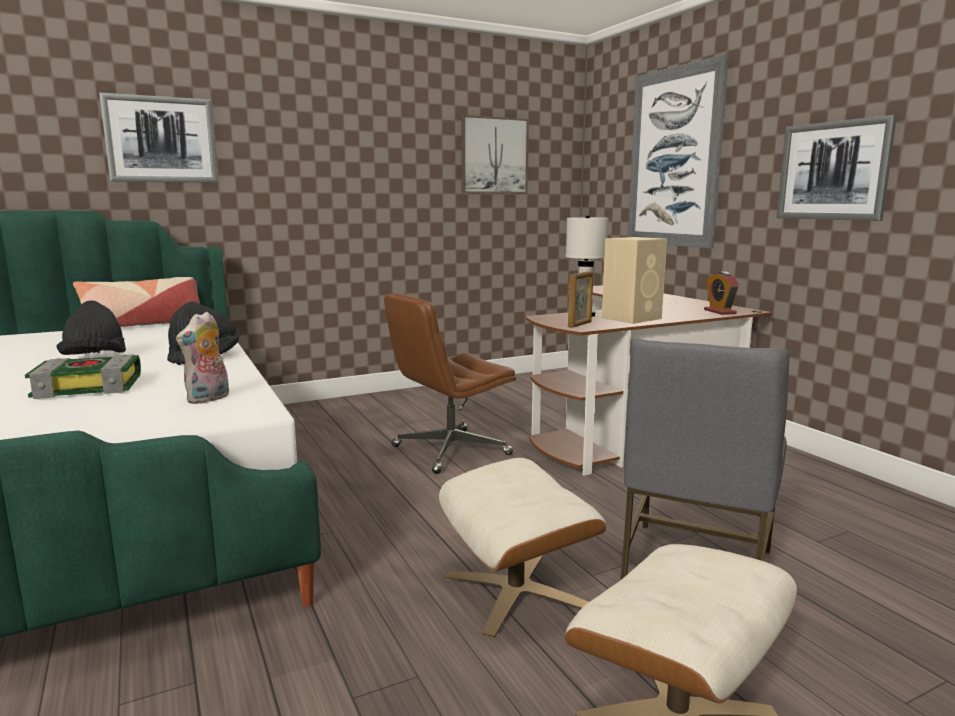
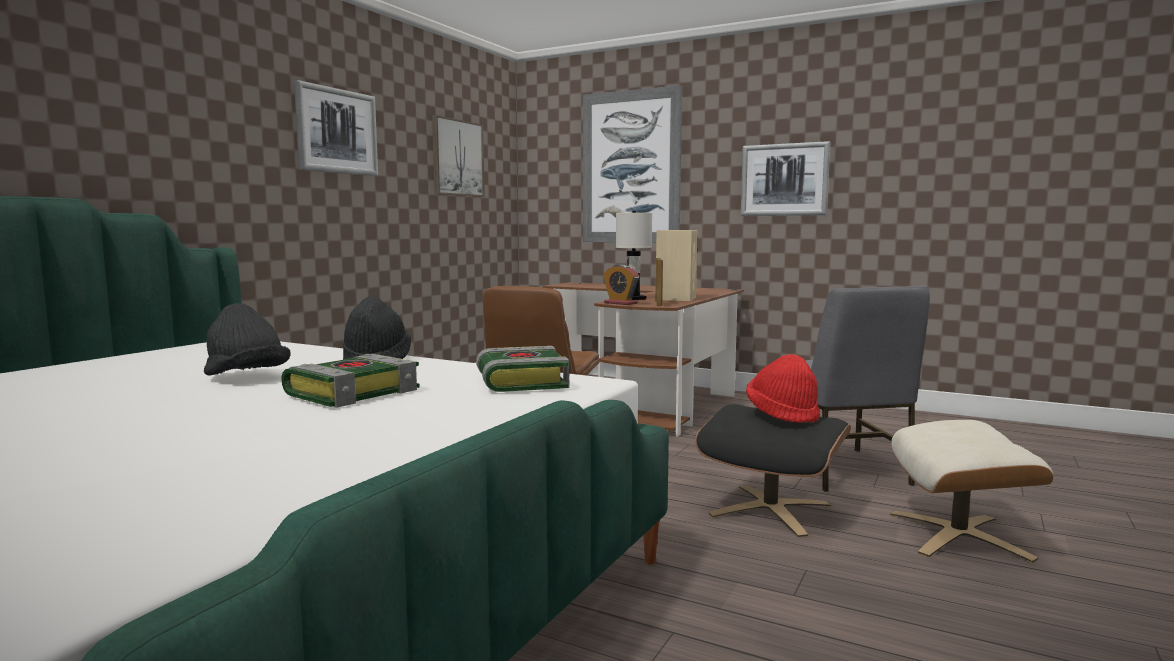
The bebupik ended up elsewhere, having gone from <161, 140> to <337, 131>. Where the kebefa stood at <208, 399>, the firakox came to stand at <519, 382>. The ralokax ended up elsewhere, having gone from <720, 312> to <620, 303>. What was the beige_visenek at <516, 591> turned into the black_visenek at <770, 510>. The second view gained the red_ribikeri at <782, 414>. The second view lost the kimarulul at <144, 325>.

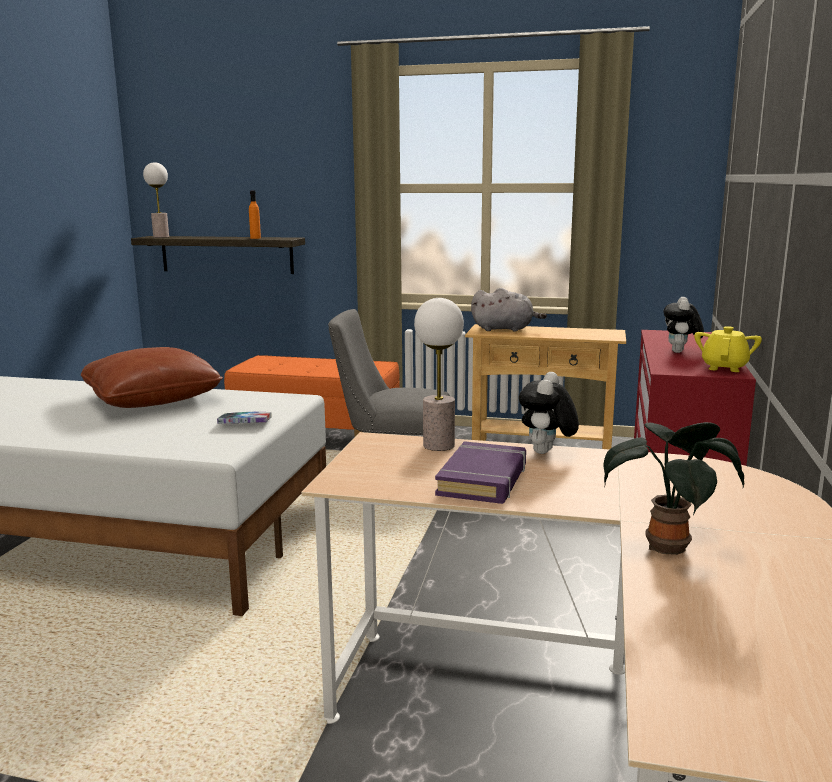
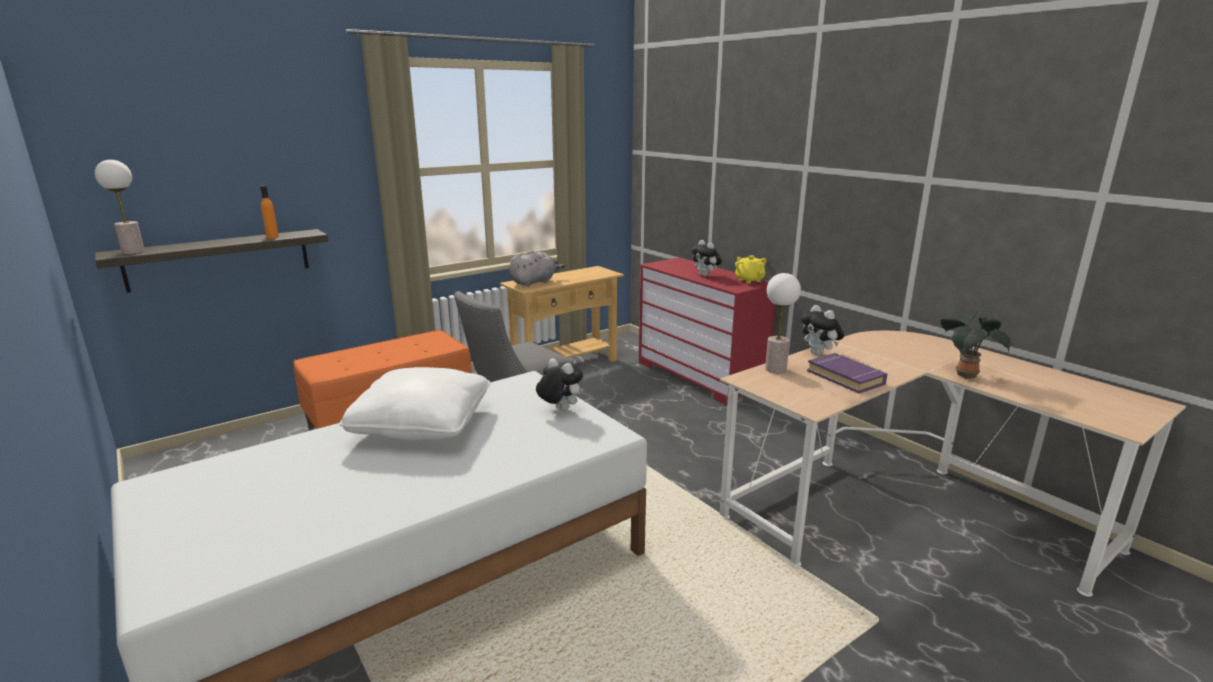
What was the brown_kimarulul at <152, 399> turned into the white_kimarulul at <422, 424>. Where the firakox stood at <245, 423>, the kebefa came to stand at <559, 409>.

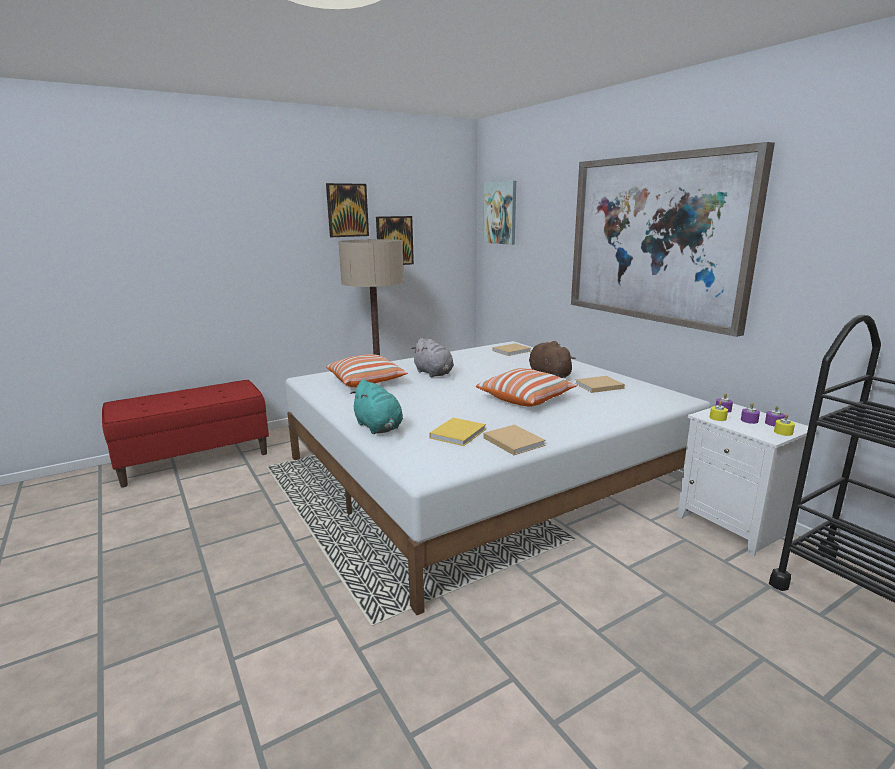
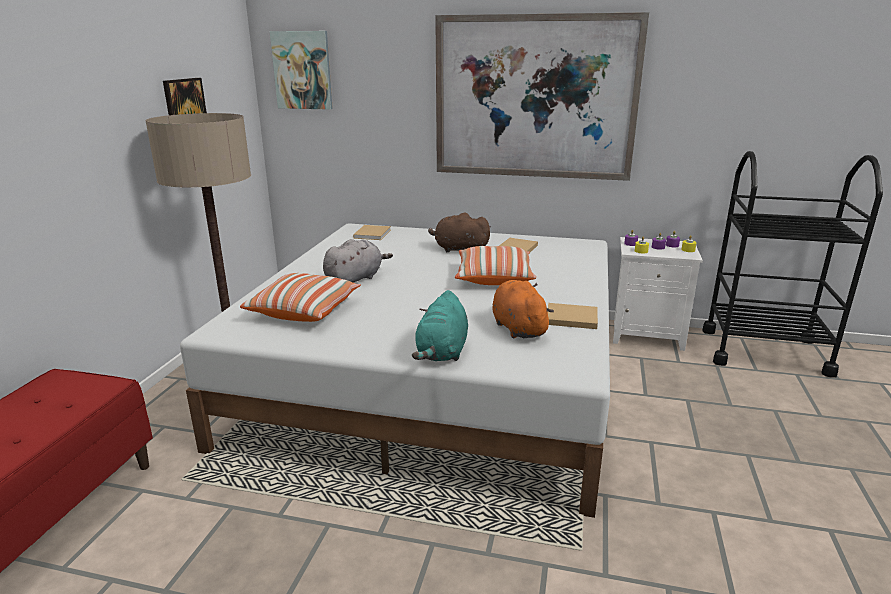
The grey_kebefa at <434, 373> ended up facing another way, 60 degrees counterclockwise from before. The turquoise_kebefa at <379, 428> ended up facing another way, 90 degrees clockwise from before. Where the yellow_firakox stood at <458, 433>, the orange_kebefa came to stand at <518, 328>. The second view lost the bebupik at <347, 210>.

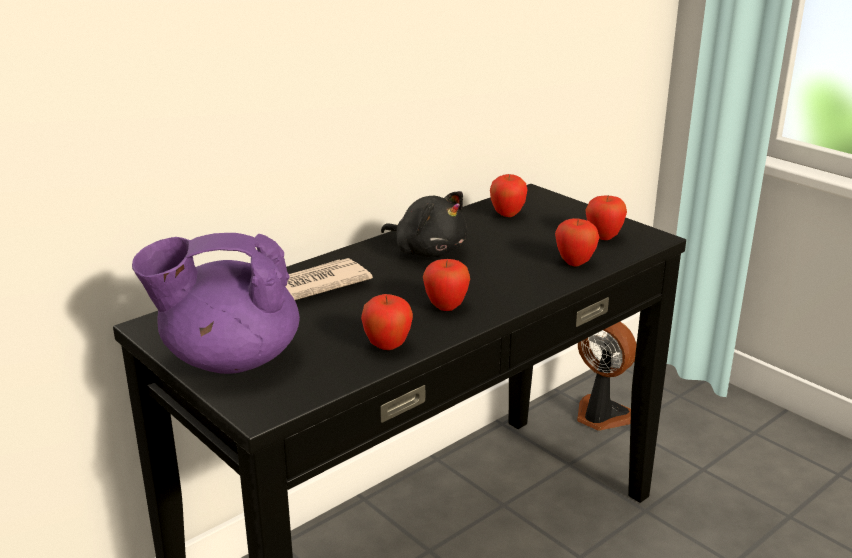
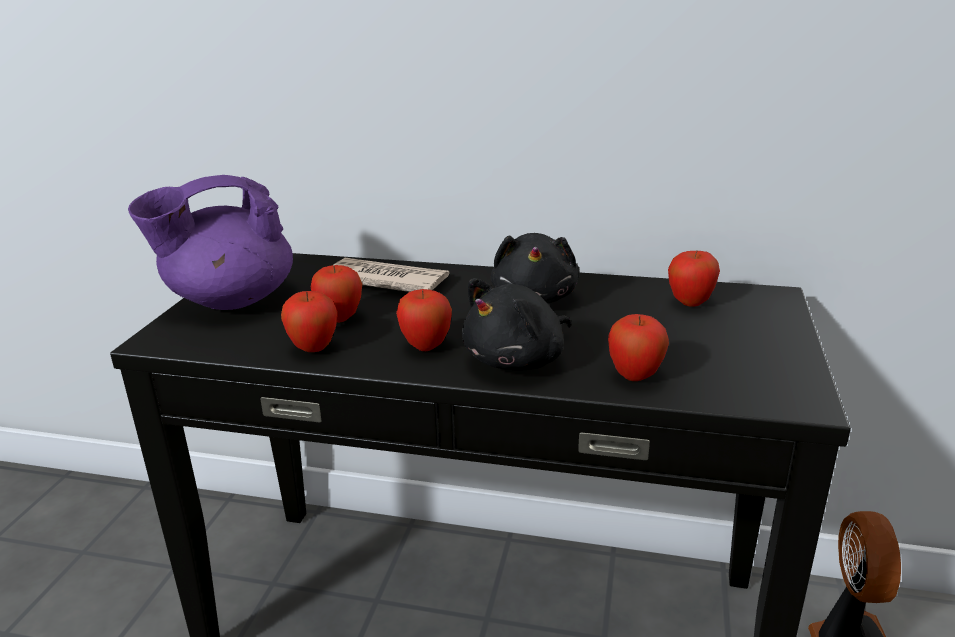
The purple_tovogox at <229, 359> ended up facing another way, 75 degrees counterclockwise from before. The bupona ended up elsewhere, having gone from <603, 237> to <340, 318>. The second view gained the black_kebefa at <518, 360>.

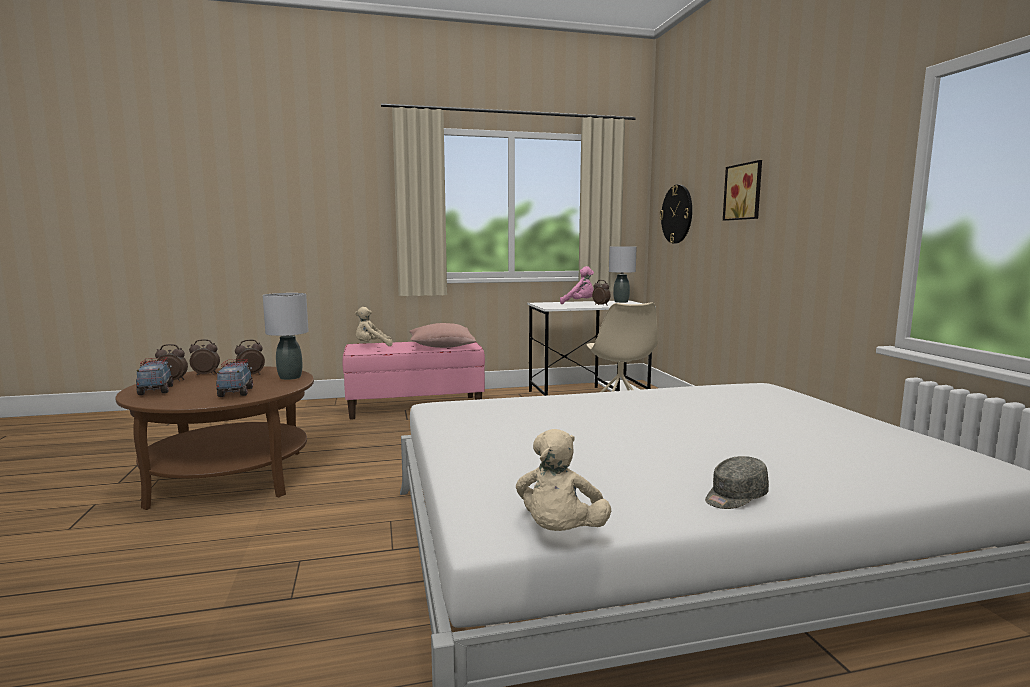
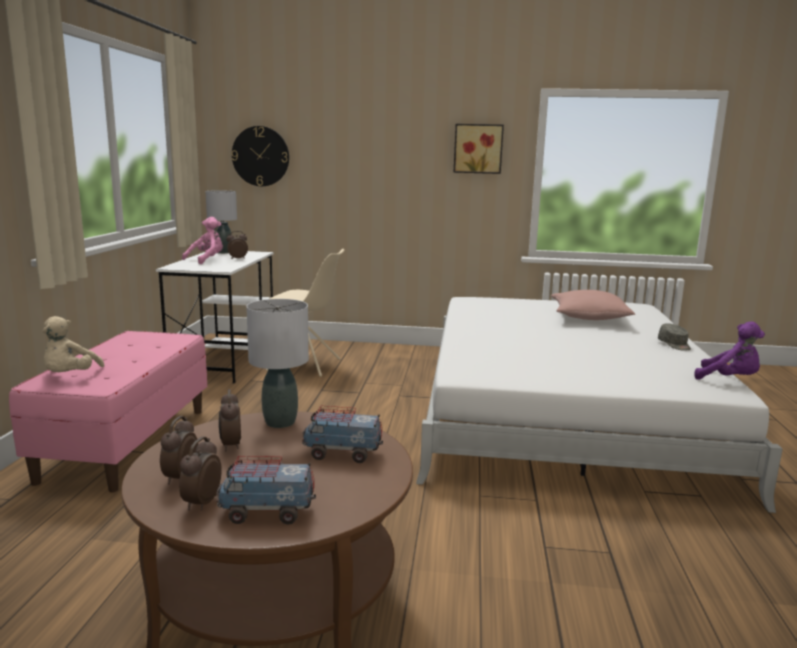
The bebupik ended up elsewhere, having gone from <745, 192> to <478, 148>. The pink_kimarulul ended up elsewhere, having gone from <441, 346> to <589, 318>. What was the beige_kebefa at <560, 533> turned into the purple_kebefa at <729, 379>.

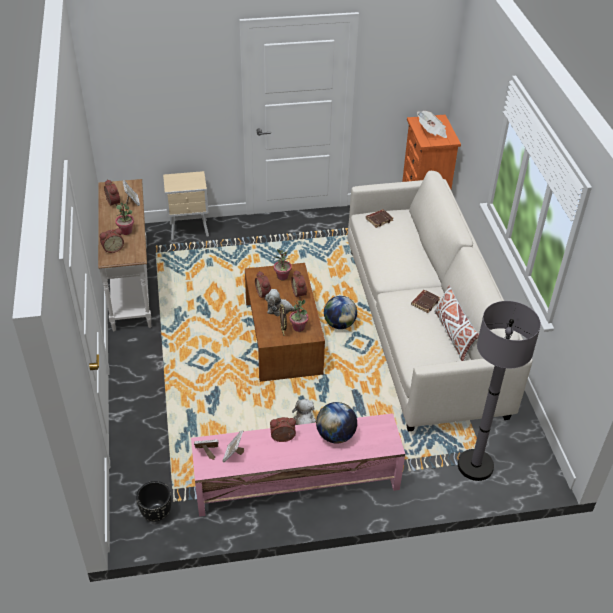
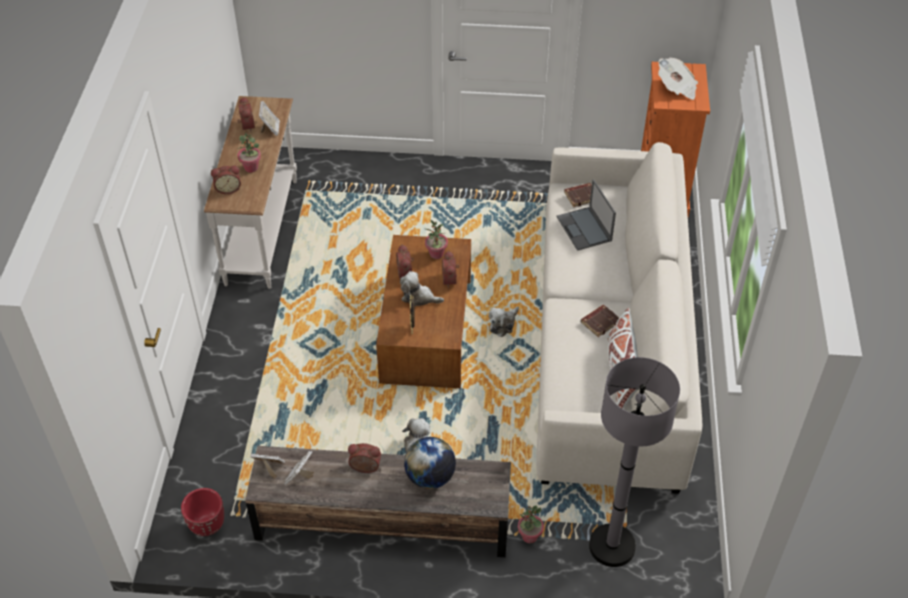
What was the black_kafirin at <156, 513> turned into the red_kafirin at <207, 525>. What was the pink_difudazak at <295, 481> turned into the brown_difudazak at <381, 520>. Where the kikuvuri stood at <339, 324>, the kebefa came to stand at <503, 325>. The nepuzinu ended up elsewhere, having gone from <298, 327> to <529, 536>. The second view gained the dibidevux at <584, 229>. The second view lost the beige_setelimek at <190, 230>.

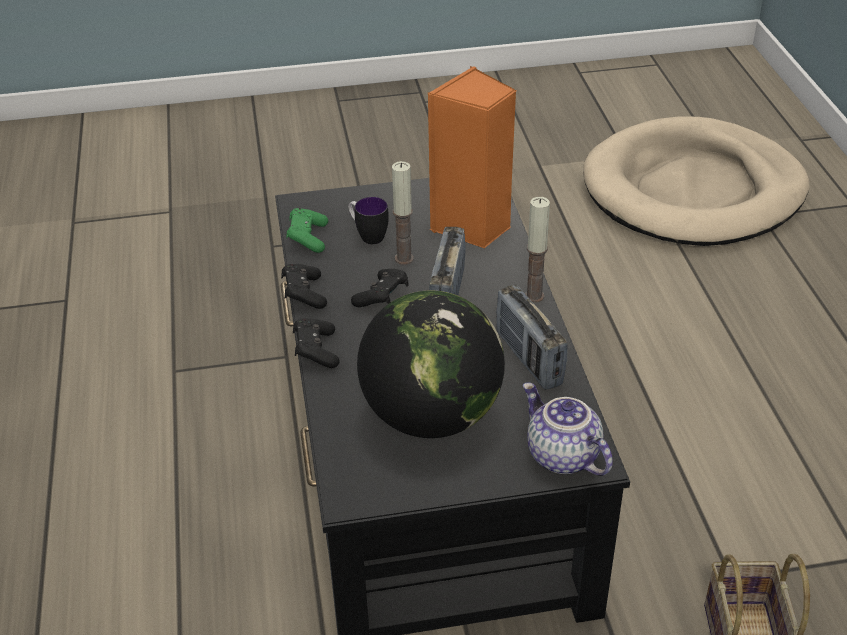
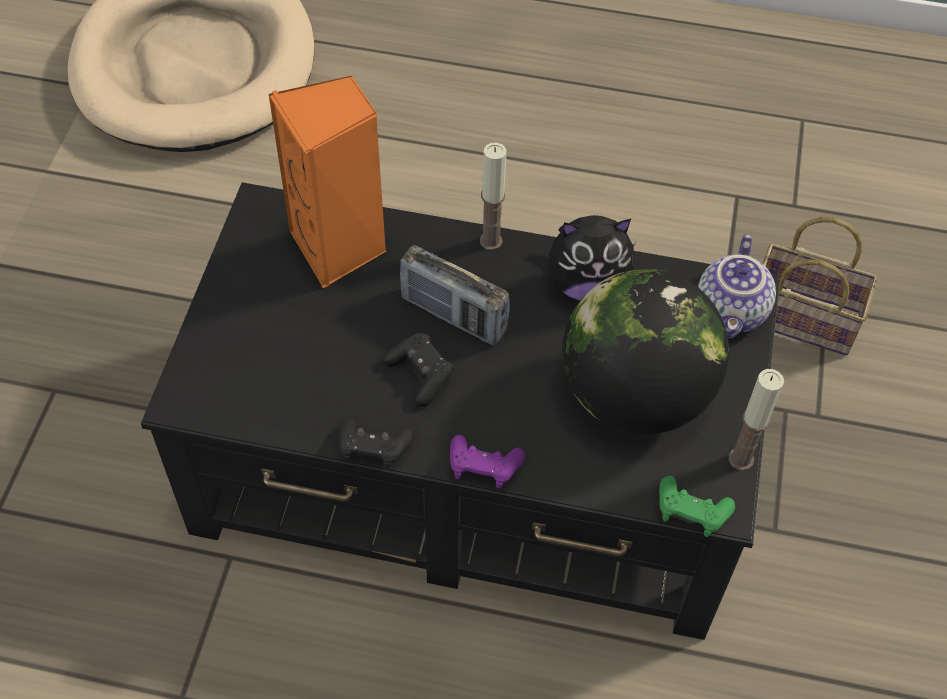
What was the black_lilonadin at <316, 351> turned into the purple_lilonadin at <483, 468>. Where the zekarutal stood at <528, 359>, the kebefa came to stand at <586, 283>. The green_lilonadin ended up elsewhere, having gone from <307, 238> to <690, 514>. The tovogox at <561, 456> ended up facing another way, 60 degrees counterclockwise from before. The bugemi ended up elsewhere, having gone from <404, 258> to <740, 459>. The second view lost the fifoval at <367, 236>.

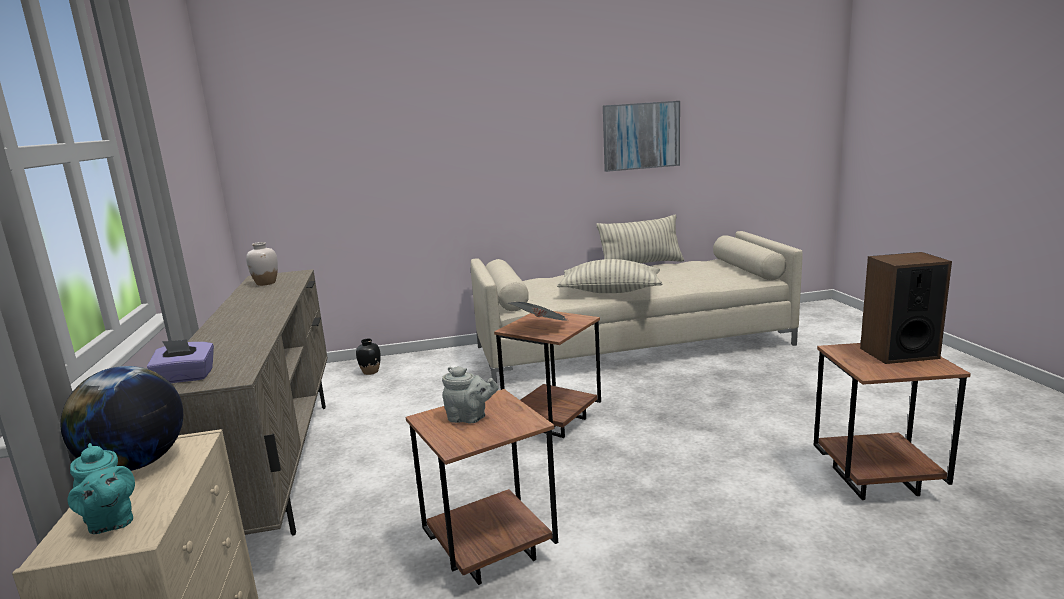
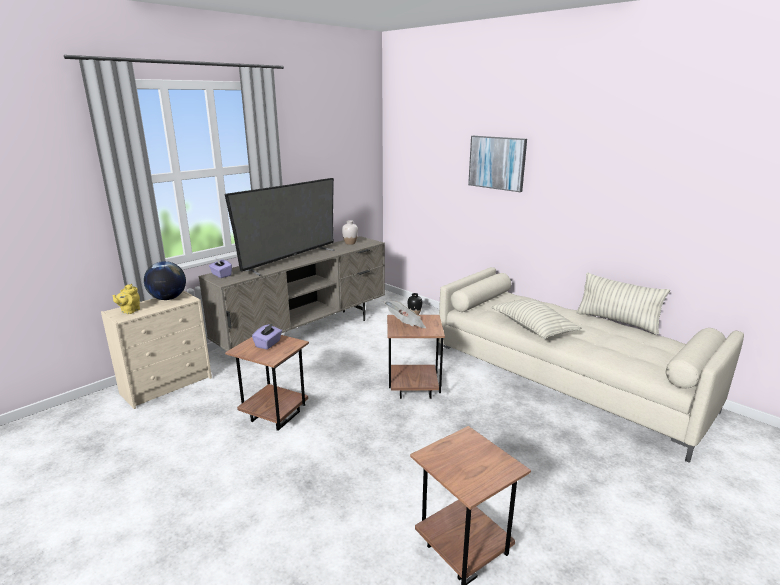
What was the turquoise_tovogox at <110, 522> turned into the yellow_tovogox at <129, 311>. The second view gained the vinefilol at <290, 260>. Where the grey_tovogox stood at <470, 418>, the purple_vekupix came to stand at <268, 344>. The bebupik ended up elsewhere, having gone from <641, 136> to <497, 163>. The second view lost the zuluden at <898, 353>.

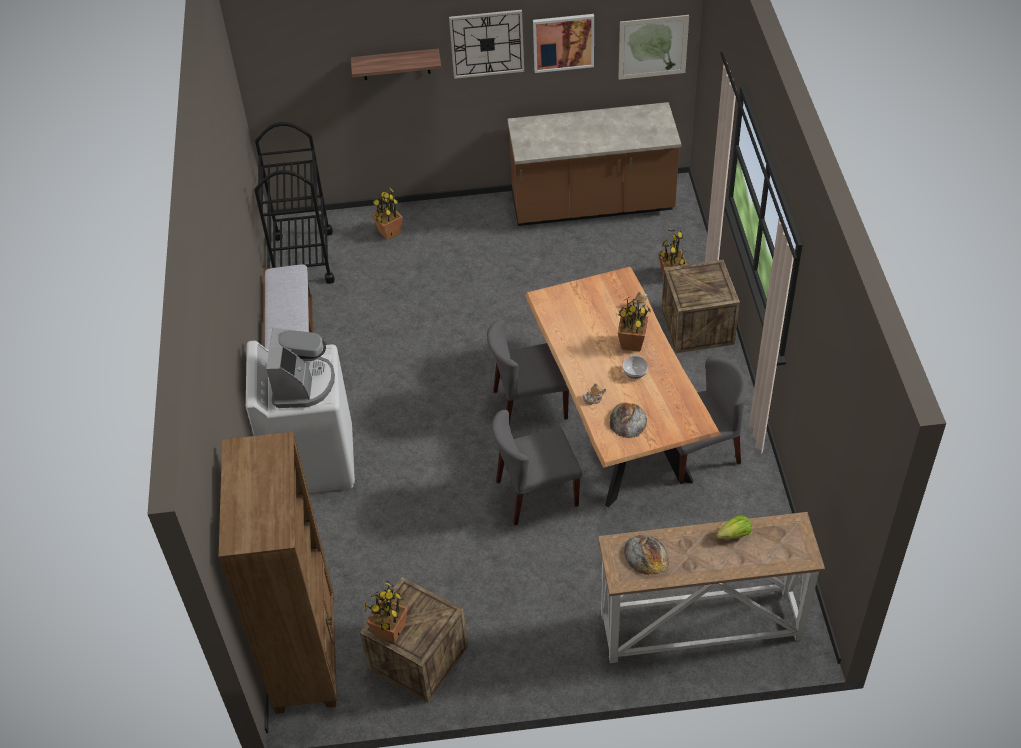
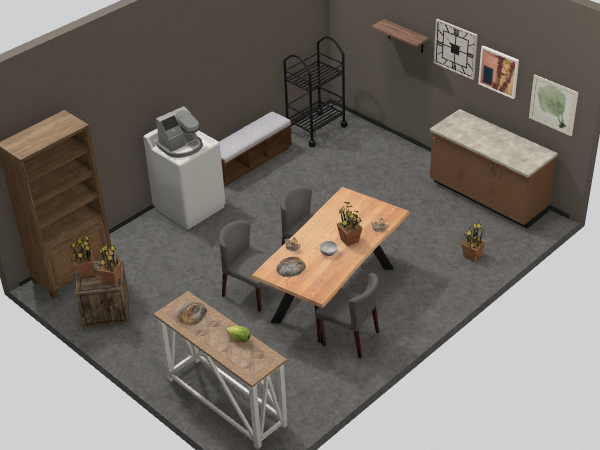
The nepuzinu ended up elsewhere, having gone from <389, 232> to <111, 280>. The second view lost the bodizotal at <697, 327>.

